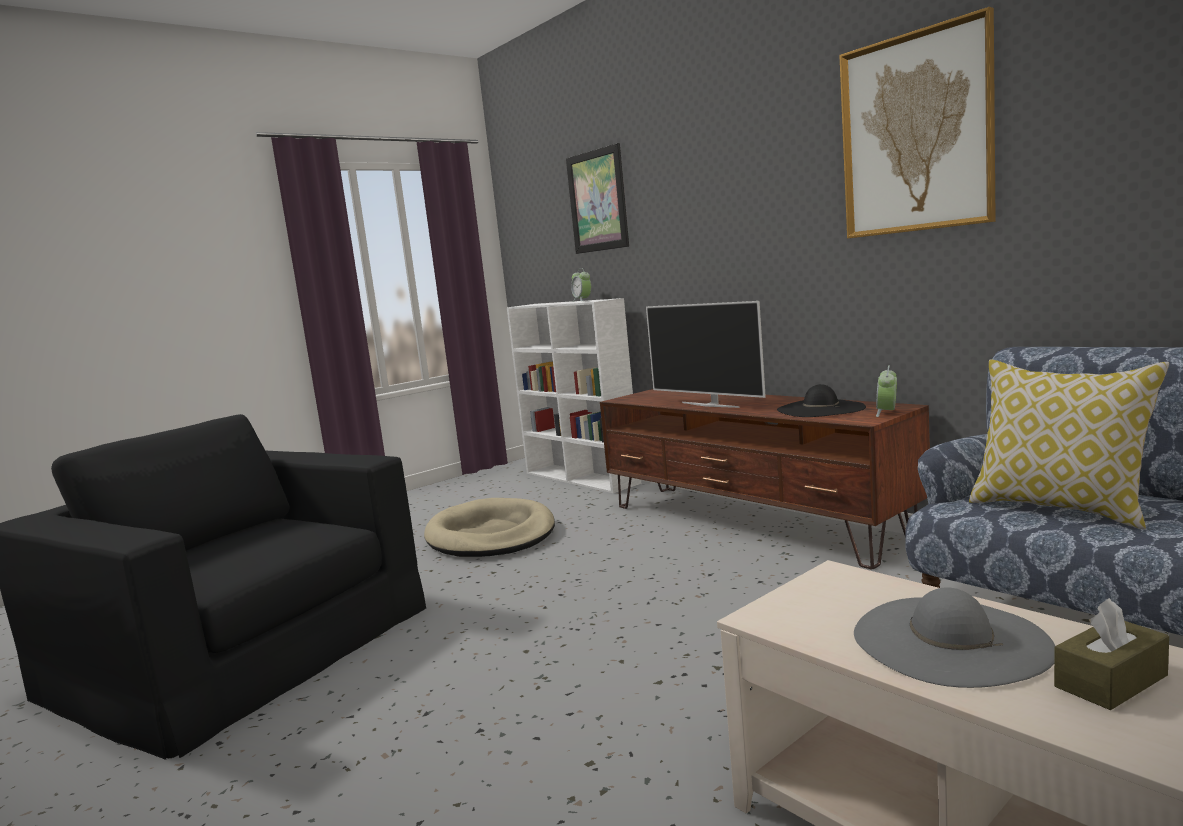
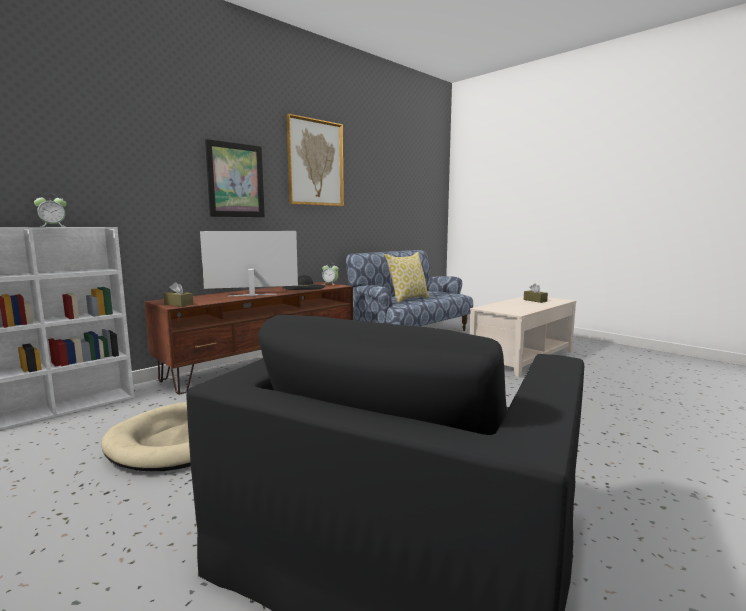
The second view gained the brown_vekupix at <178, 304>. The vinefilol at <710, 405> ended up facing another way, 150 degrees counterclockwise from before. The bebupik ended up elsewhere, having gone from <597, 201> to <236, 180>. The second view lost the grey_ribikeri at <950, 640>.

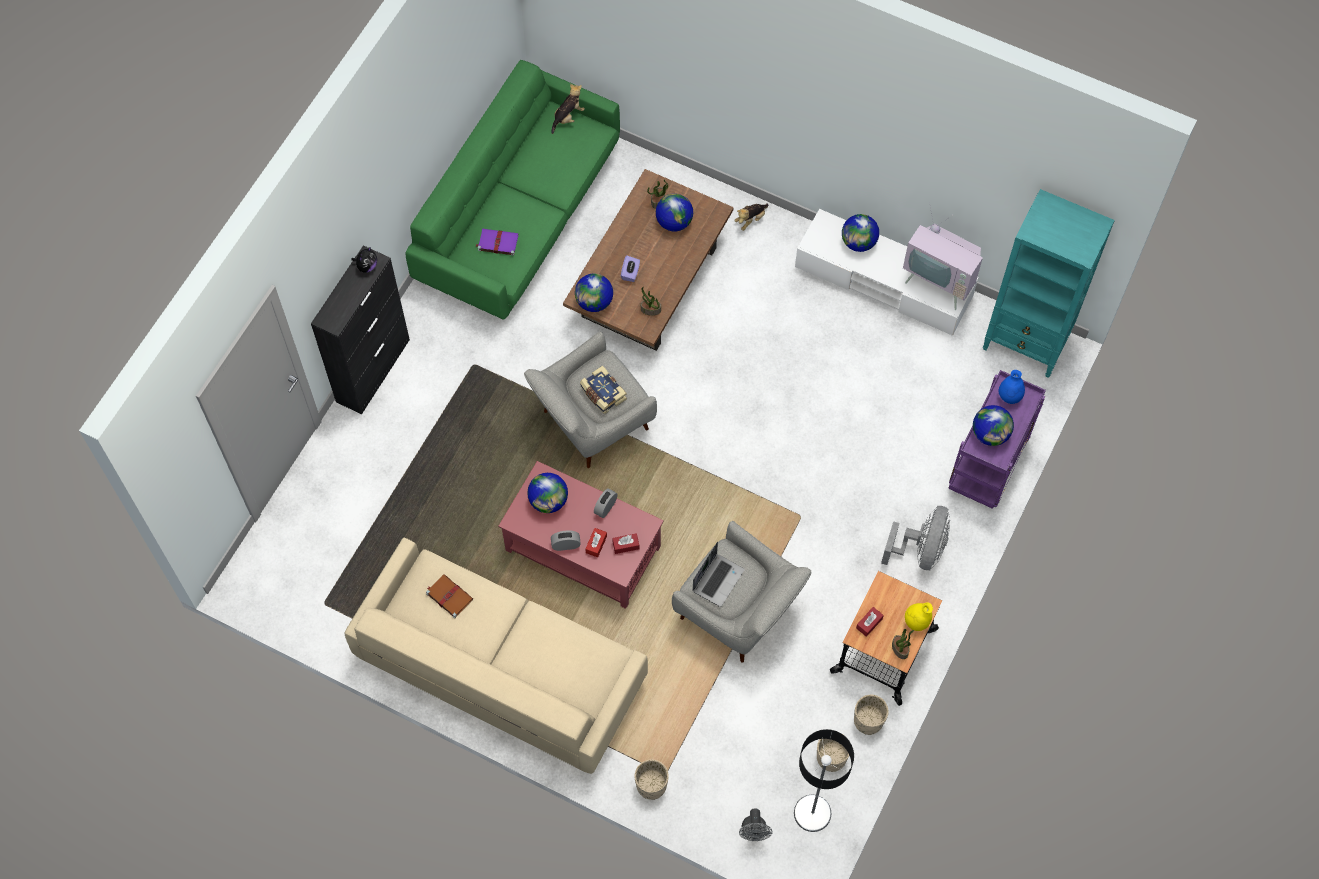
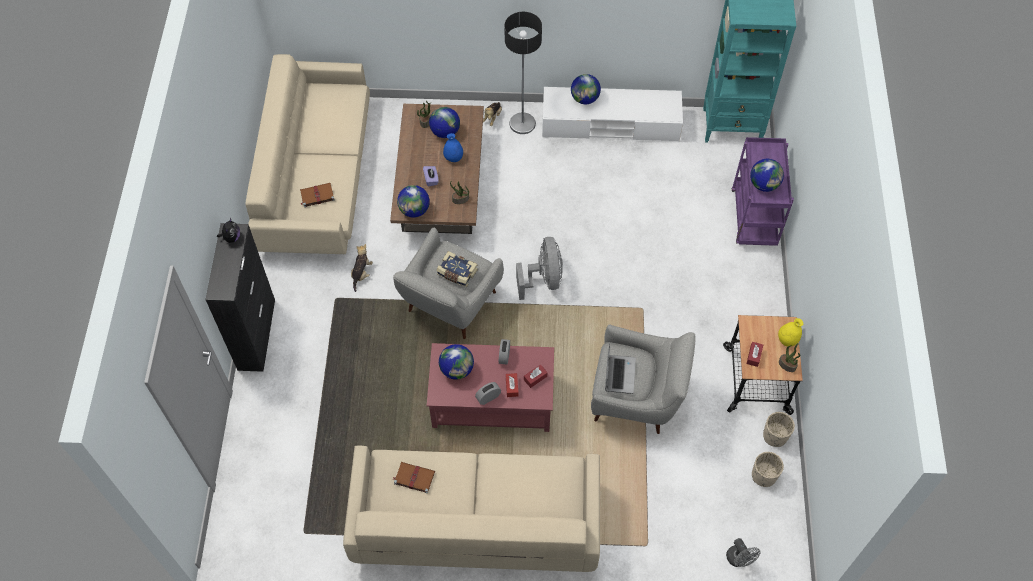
What was the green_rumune at <520, 216> turned into the beige_rumune at <318, 177>. What was the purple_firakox at <497, 242> turned into the brown_firakox at <316, 195>. The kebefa ended up elsewhere, having gone from <568, 117> to <361, 273>. The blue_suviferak ended up elsewhere, having gone from <1009, 396> to <453, 158>. The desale ended up elsewhere, having gone from <812, 813> to <522, 123>. The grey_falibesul ended up elsewhere, having gone from <920, 550> to <543, 279>. The second view lost the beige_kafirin at <651, 785>. The second view lost the vinefilol at <939, 283>.

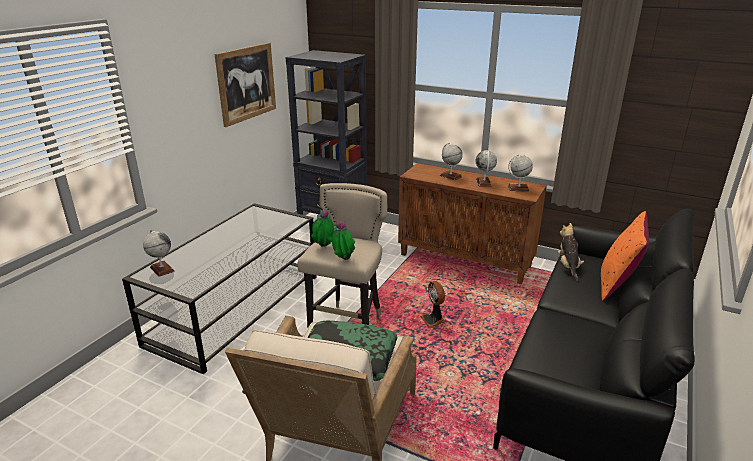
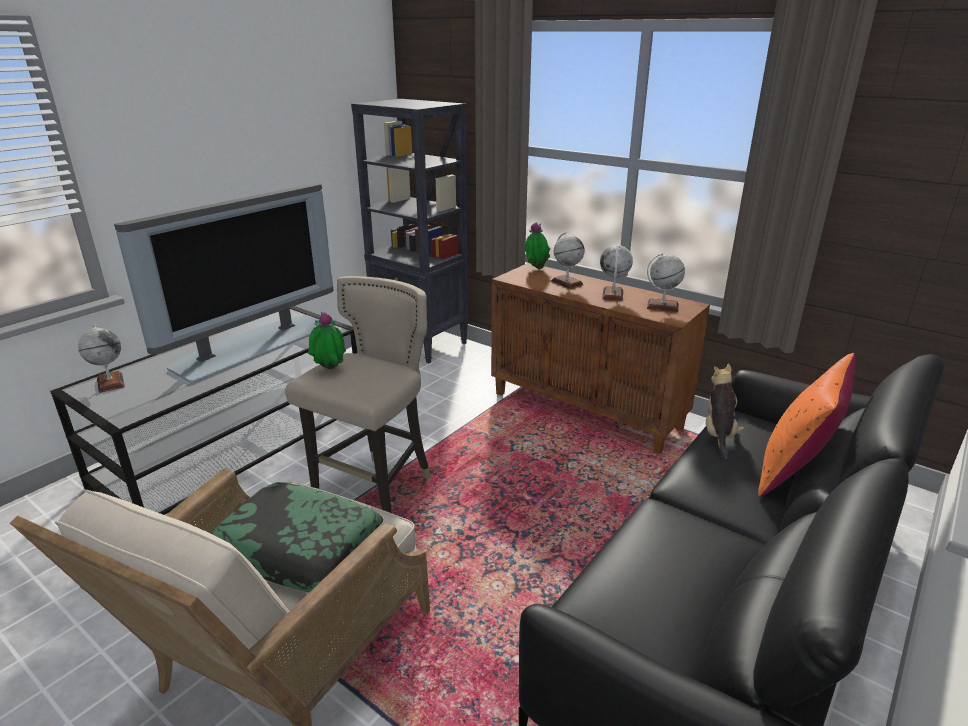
The second view gained the vinefilol at <252, 345>. The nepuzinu ended up elsewhere, having gone from <343, 259> to <536, 268>. The second view lost the bebupik at <246, 83>. The second view lost the falibesul at <433, 320>.

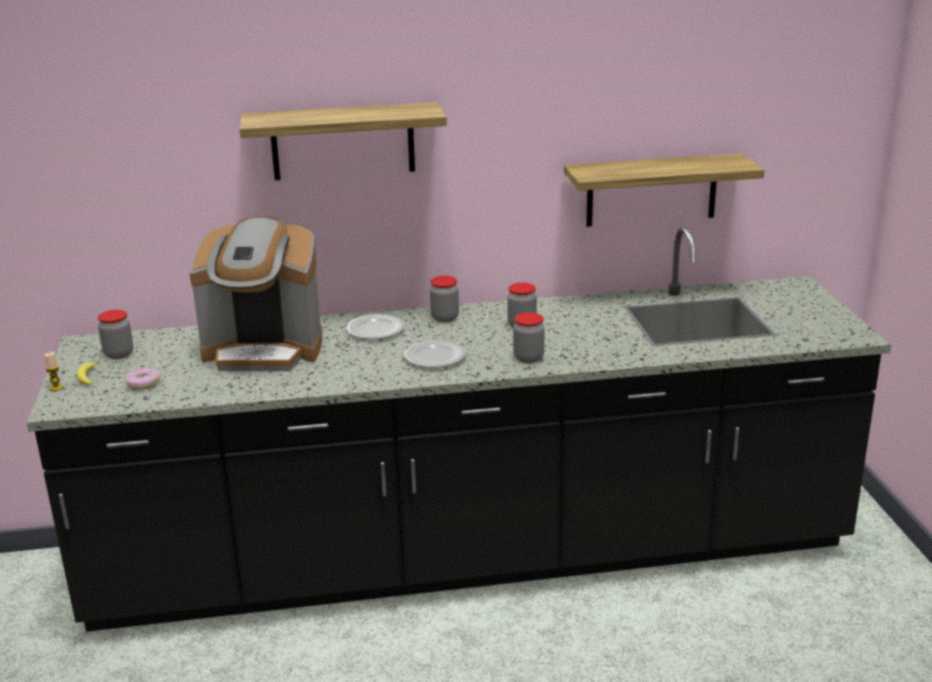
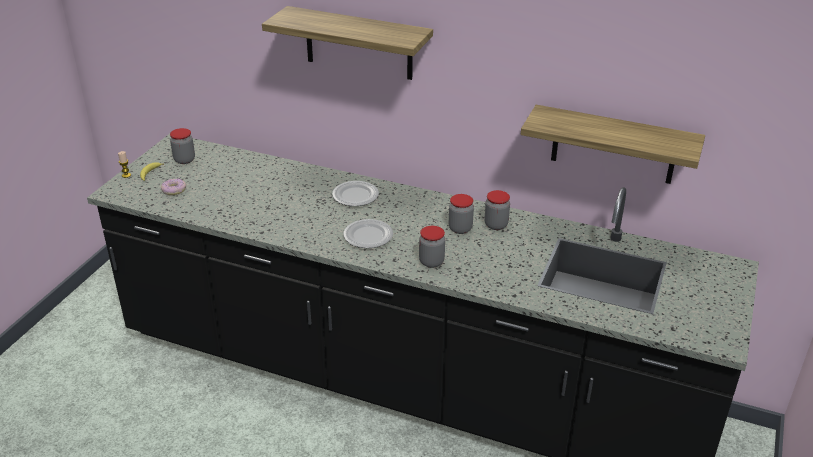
The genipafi ended up elsewhere, having gone from <445, 318> to <496, 225>. The second view lost the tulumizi at <264, 351>.

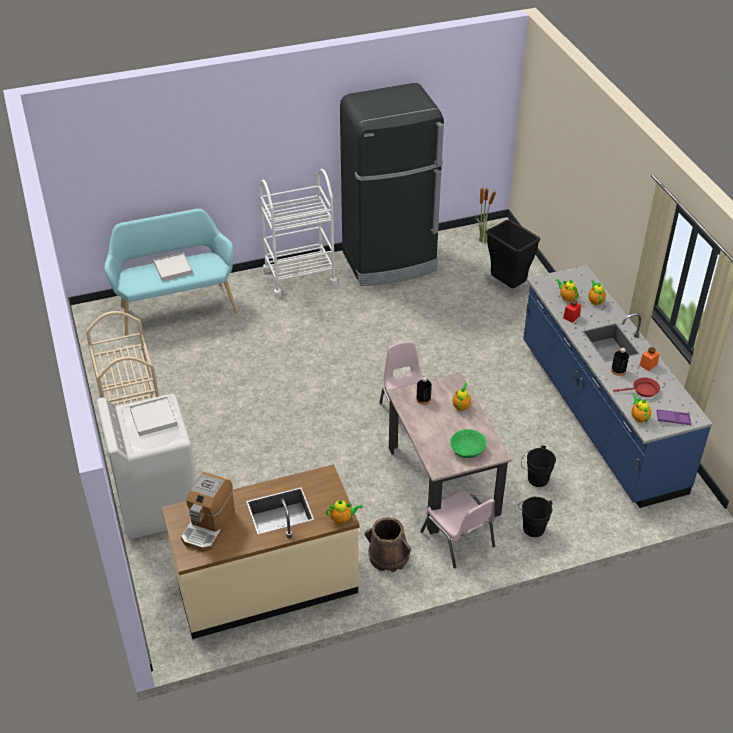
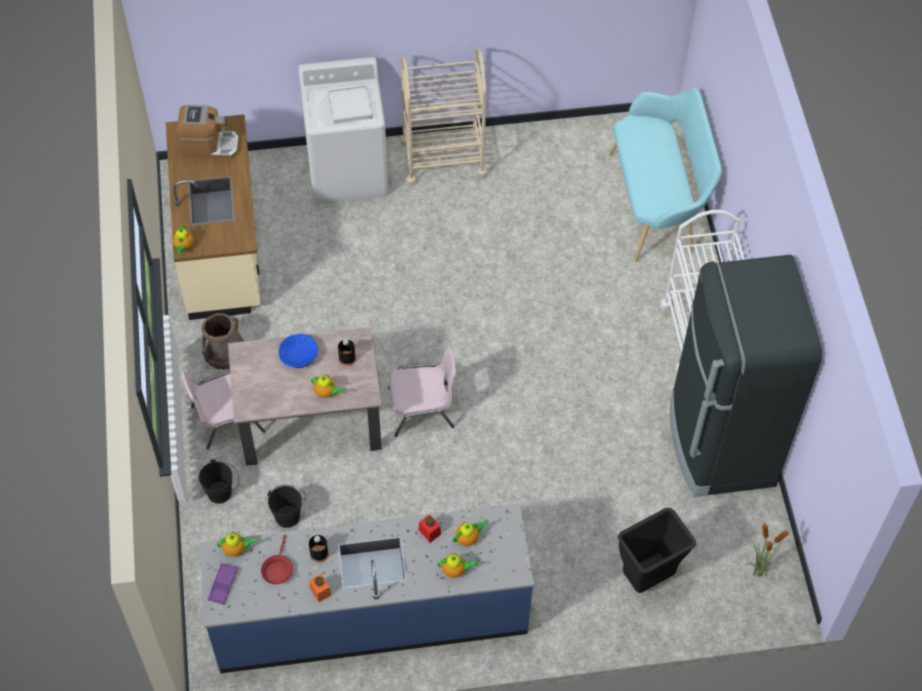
The tulumizi at <208, 526> ended up facing another way, 150 degrees clockwise from before. The second view gained the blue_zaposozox at <299, 356>. The second view lost the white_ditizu at <173, 268>. The second view lost the green_zaposozox at <467, 449>.

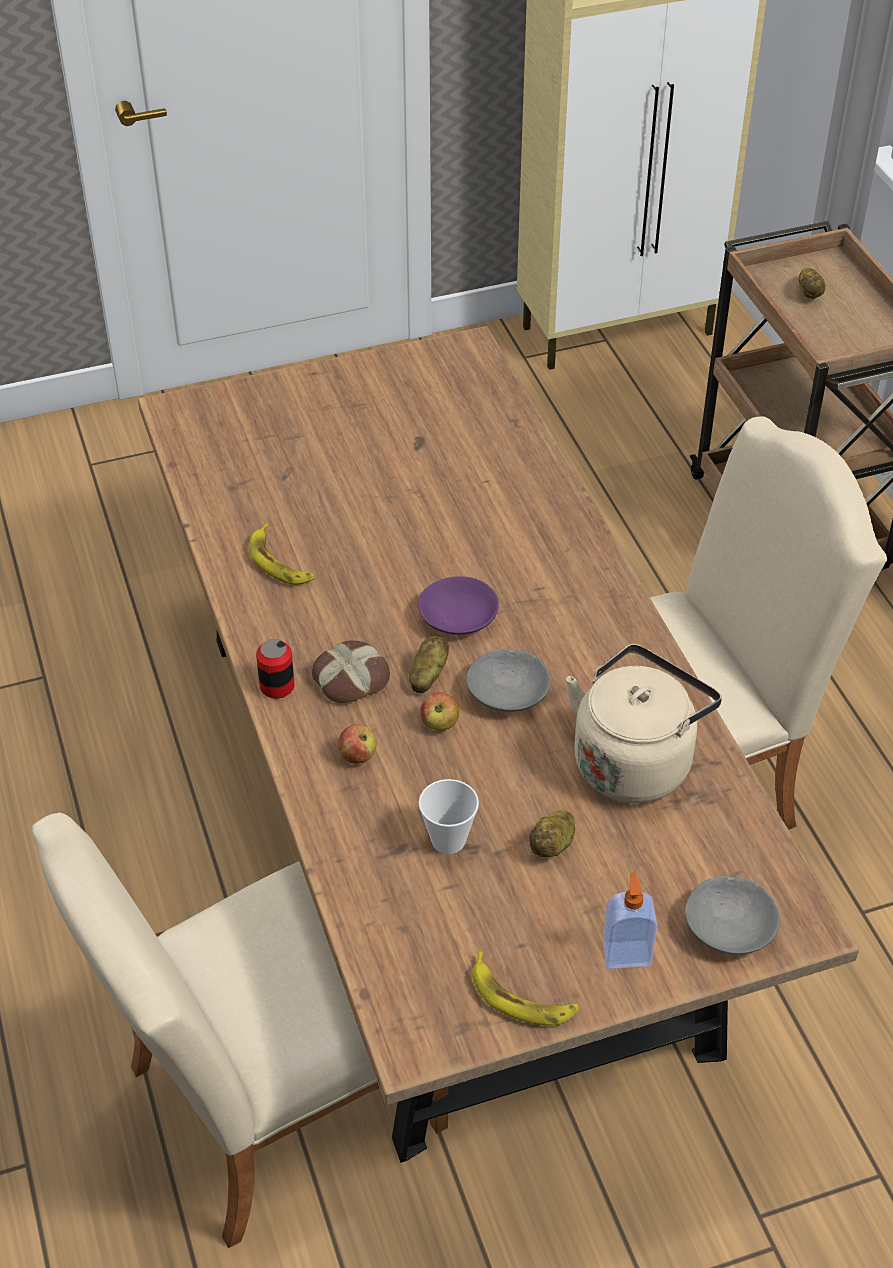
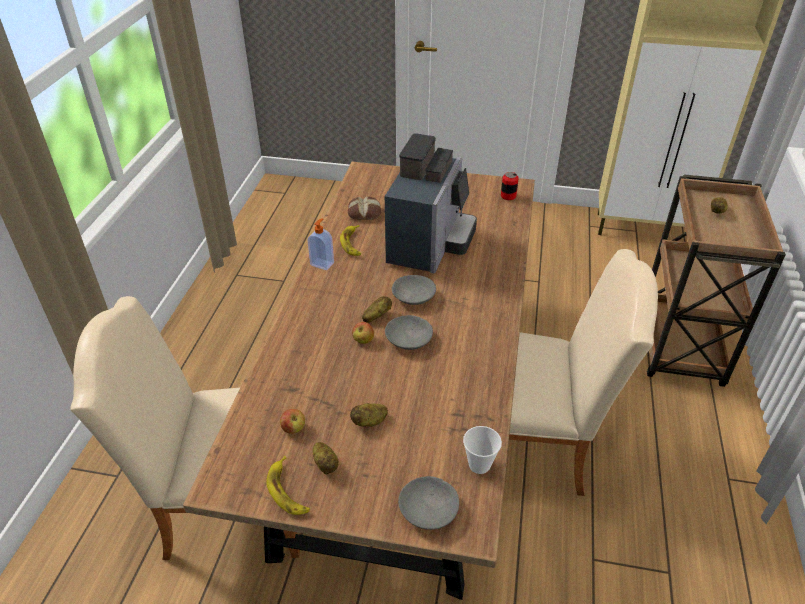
The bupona ended up elsewhere, having gone from <357, 756> to <293, 428>. The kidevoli ended up elsewhere, having gone from <626, 953> to <322, 263>. The second view gained the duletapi at <326, 464>. The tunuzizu ended up elsewhere, having gone from <350, 678> to <364, 212>. The second view gained the tulumizi at <430, 244>. What was the purple_zaposozox at <457, 618> turned into the grey_zaposozox at <413, 296>. The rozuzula ended up elsewhere, having gone from <448, 840> to <479, 465>. The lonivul ended up elsewhere, having gone from <277, 686> to <508, 196>. The second view lost the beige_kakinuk at <635, 761>.

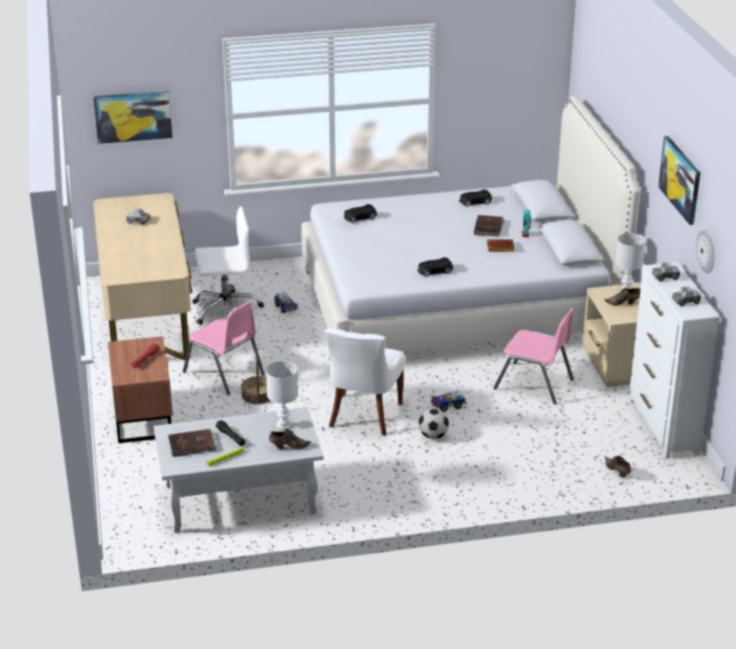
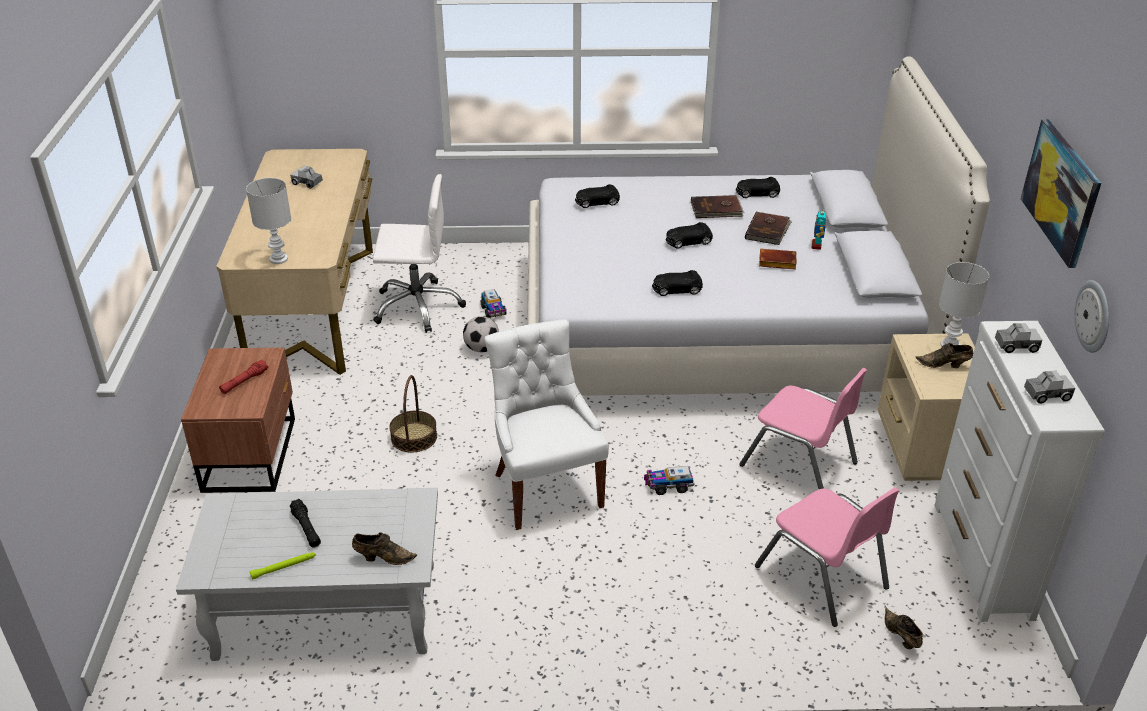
The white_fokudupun ended up elsewhere, having gone from <284, 425> to <279, 259>. The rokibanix ended up elsewhere, having gone from <433, 436> to <481, 349>. The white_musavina at <363, 416> ended up facing another way, 135 degrees clockwise from before. The second view gained the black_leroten at <688, 241>. The brown_firakox ended up elsewhere, having gone from <192, 445> to <716, 209>. The pink_musavina ended up elsewhere, having gone from <224, 373> to <822, 577>. The second view lost the bebupik at <133, 116>.

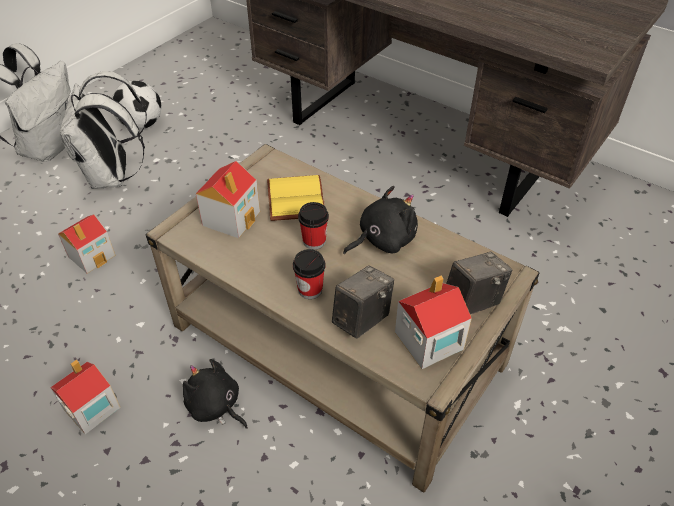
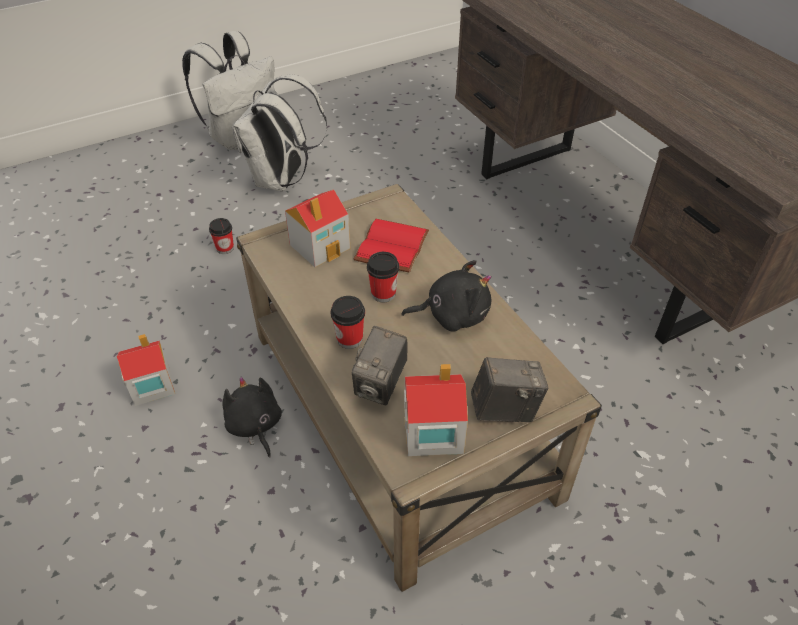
Where the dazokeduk stood at <92, 255>, the rozuzula came to stand at <225, 248>. The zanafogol at <361, 319> ended up facing another way, 135 degrees clockwise from before. What was the yellow_firakox at <293, 198> turned into the red_firakox at <390, 245>. The second view lost the rokibanix at <141, 125>.

